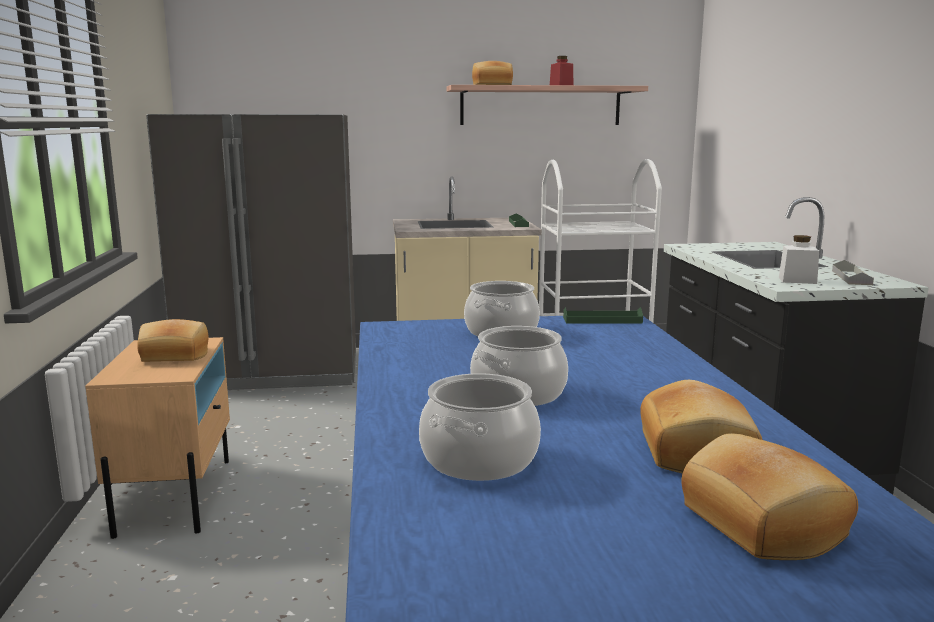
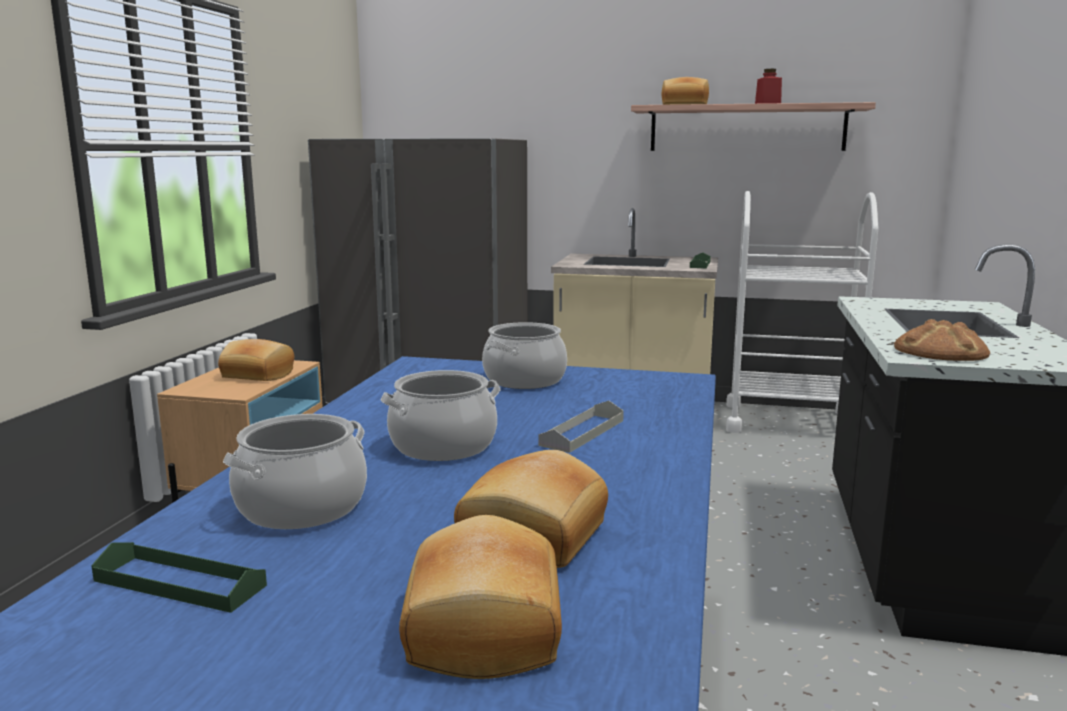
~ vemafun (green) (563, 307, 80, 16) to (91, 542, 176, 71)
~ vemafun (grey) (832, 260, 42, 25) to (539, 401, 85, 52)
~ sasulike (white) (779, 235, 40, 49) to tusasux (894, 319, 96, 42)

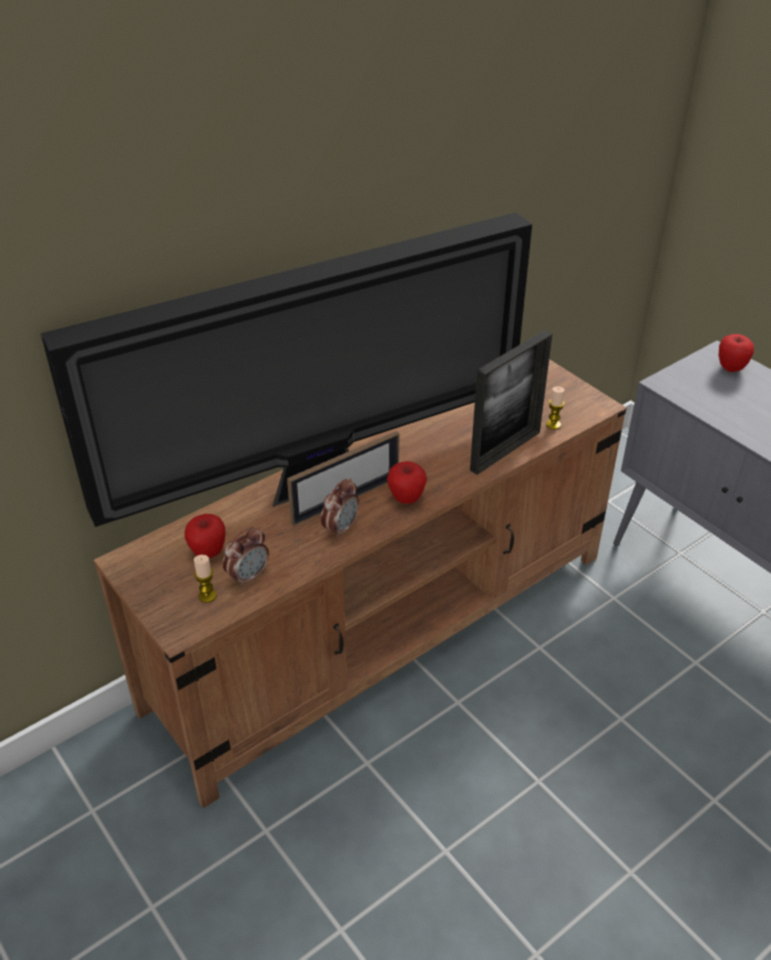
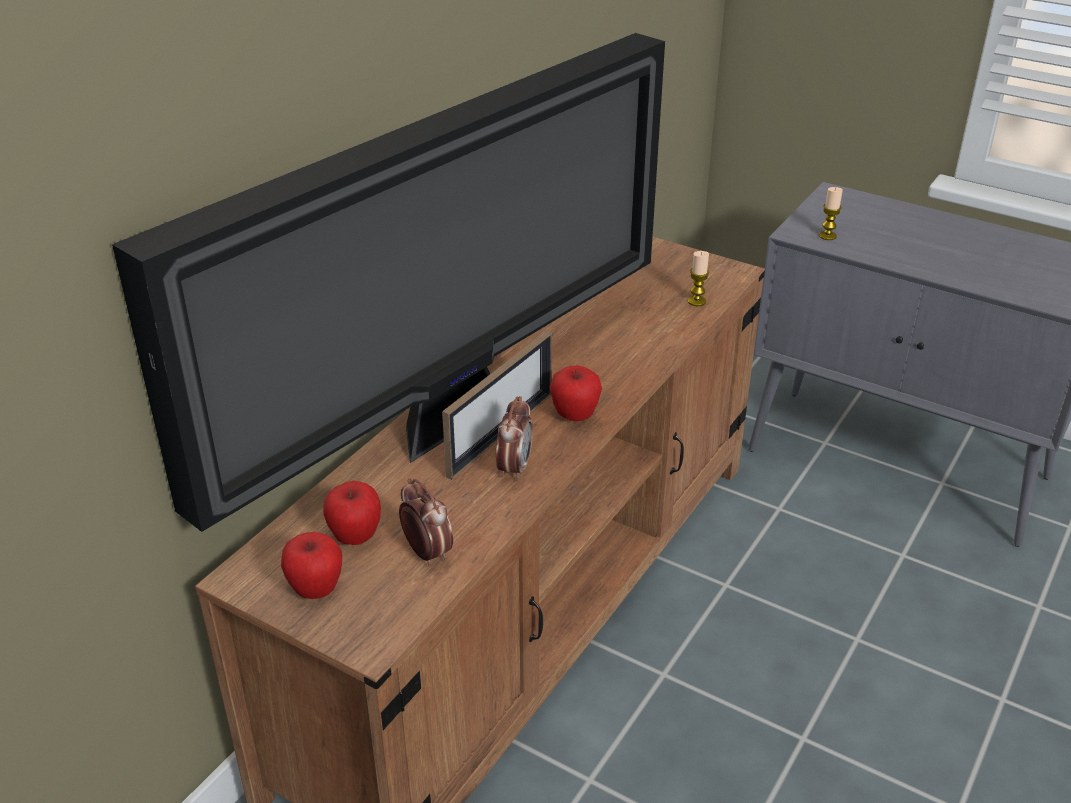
- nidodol (470, 330, 82, 145)
~ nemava (194, 555, 23, 48) to (819, 187, 24, 53)
~ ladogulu (719, 334, 35, 38) to (281, 532, 61, 67)
~ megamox (223, 527, 46, 61) = (399, 479, 54, 87) 60 degrees counterclockwise

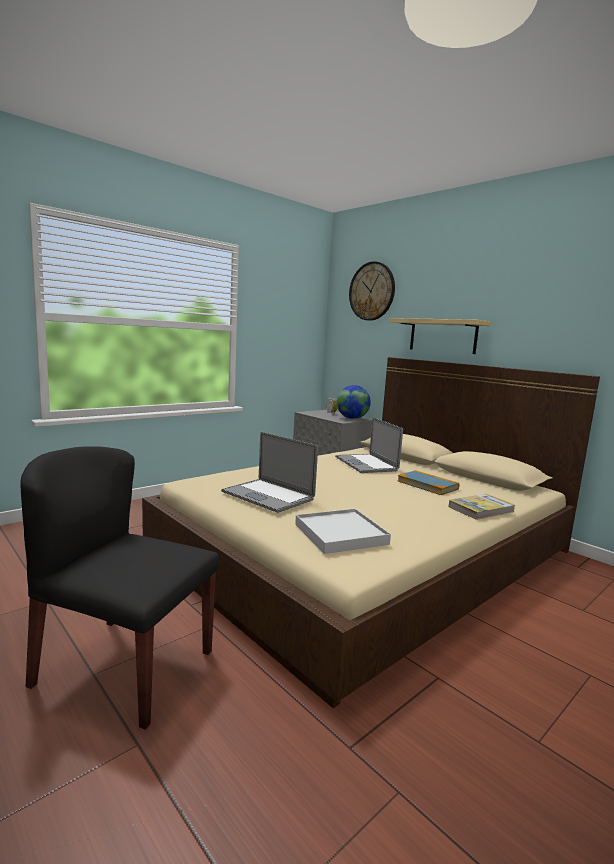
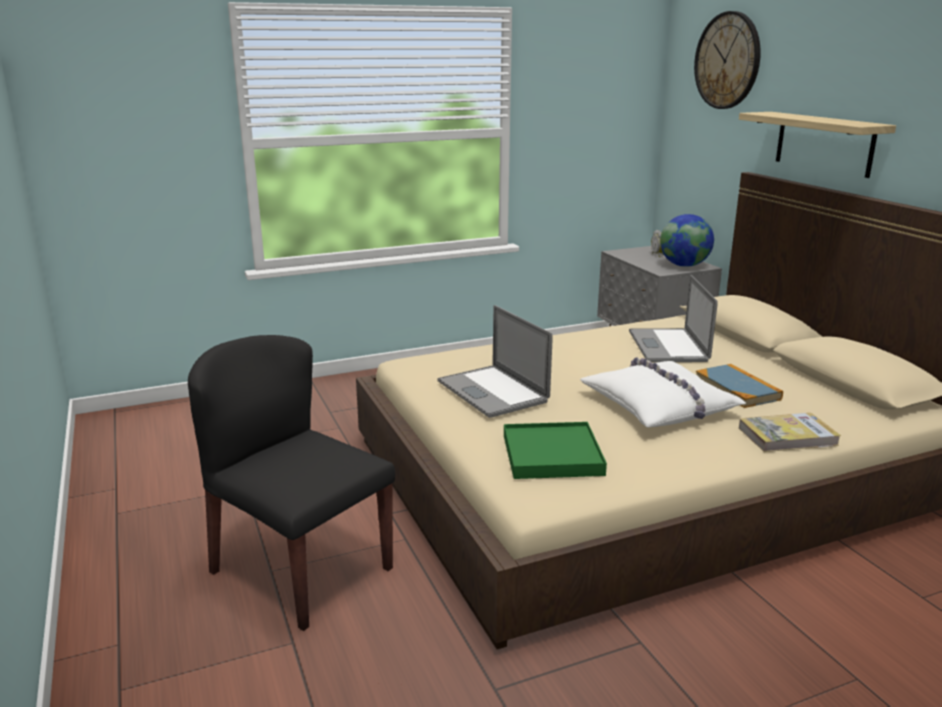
+ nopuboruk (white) (580, 357, 167, 70)
~ vemafun (white) (295, 509, 96, 45) to vemafun (green) (504, 422, 103, 57)

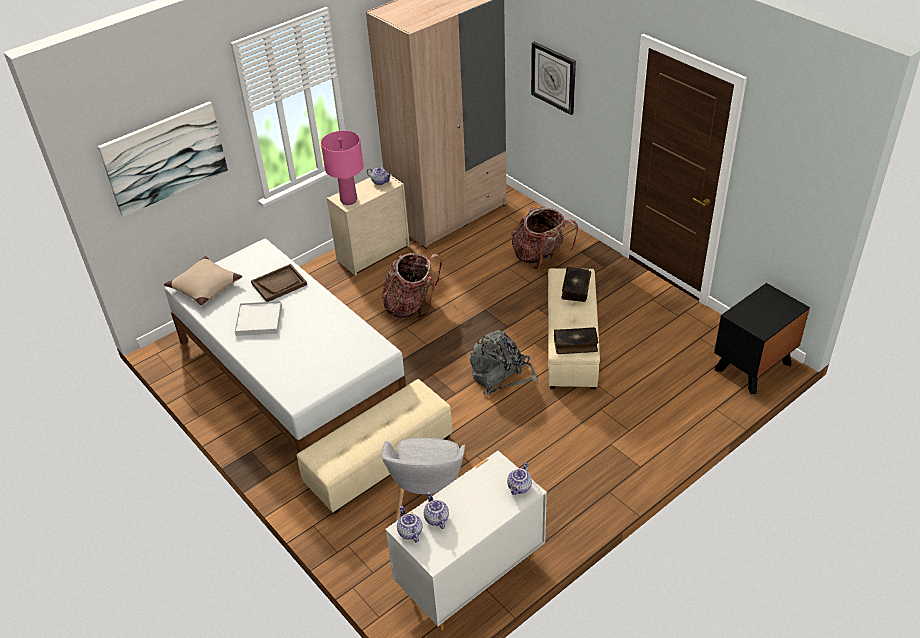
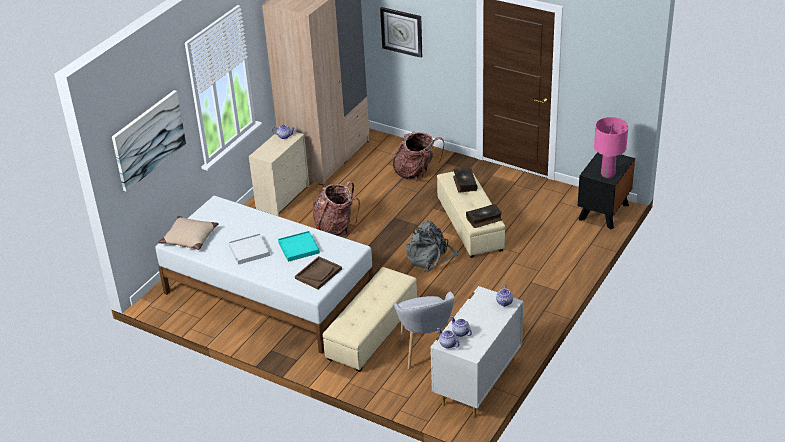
+ vemafun (turquoise) (278, 231, 42, 31)
~ vemafun (brown) (251, 264, 56, 38) to (295, 256, 47, 33)
~ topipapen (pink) (321, 131, 42, 74) to (594, 117, 34, 61)

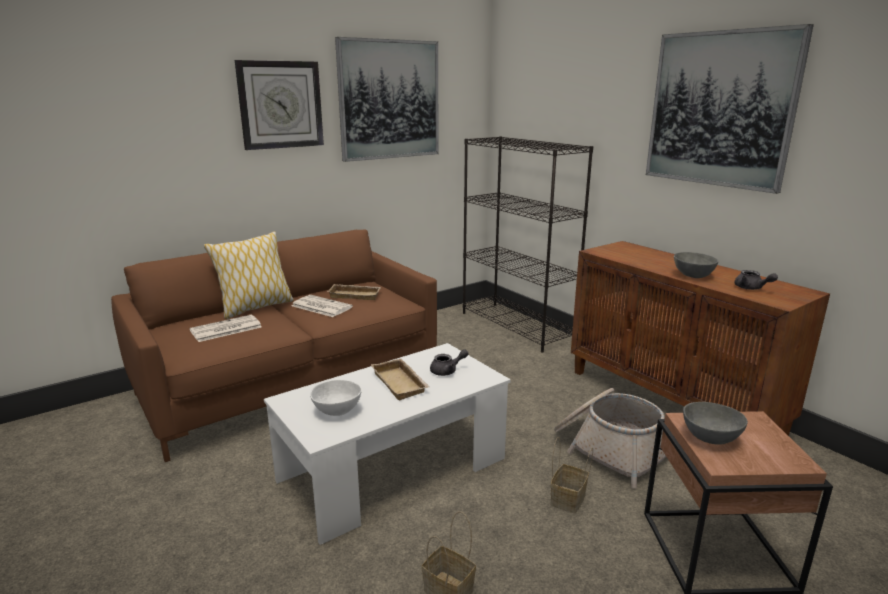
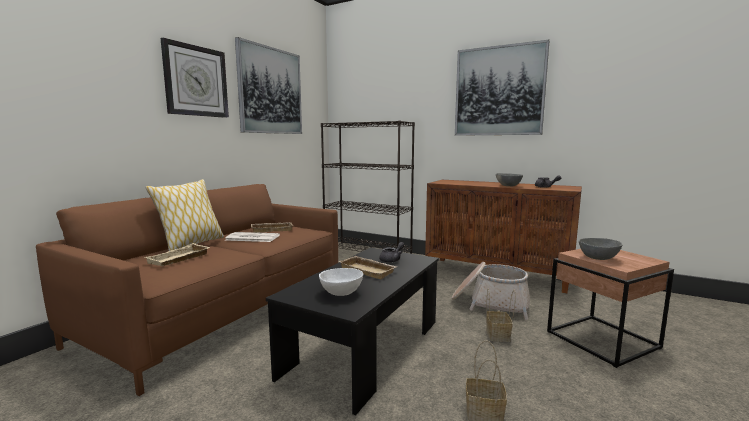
~ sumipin (189, 315, 73, 27) to vemafun (beige) (145, 243, 65, 23)
~ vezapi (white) (264, 343, 246, 202) to vezapi (black) (266, 248, 173, 168)

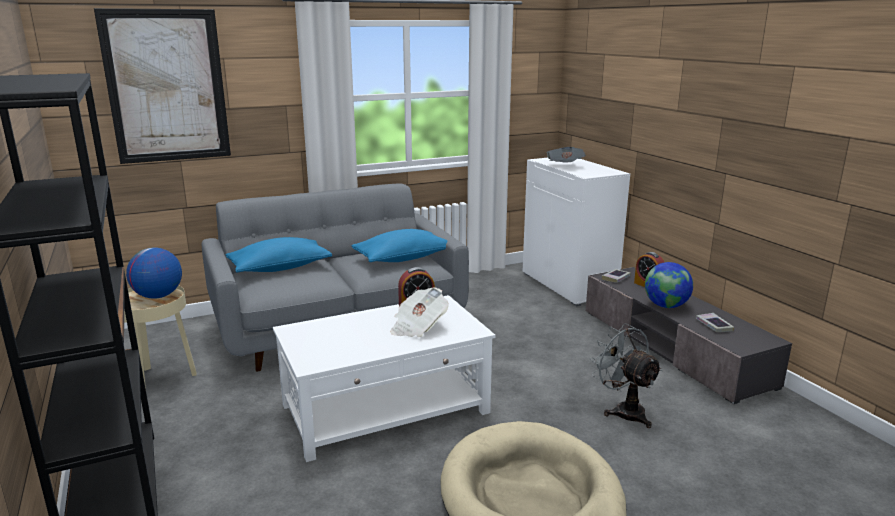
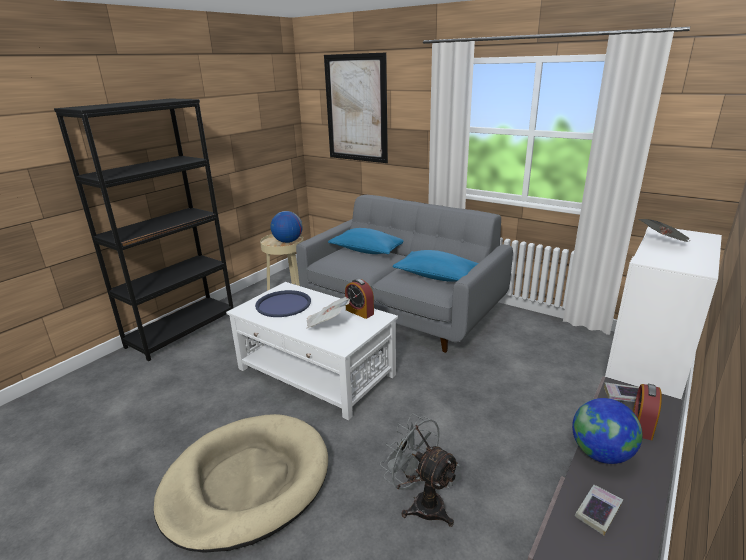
+ vemafun (blue) (255, 290, 56, 27)
~ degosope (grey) (590, 323, 73, 105) = (380, 413, 80, 114) 75 degrees counterclockwise

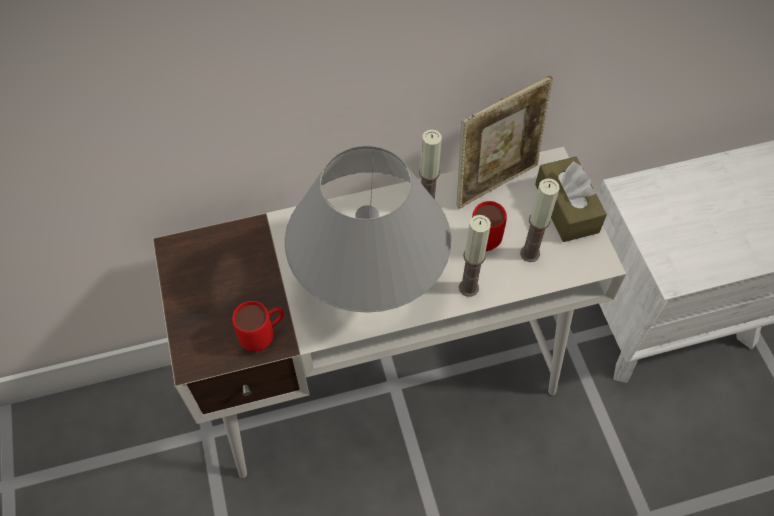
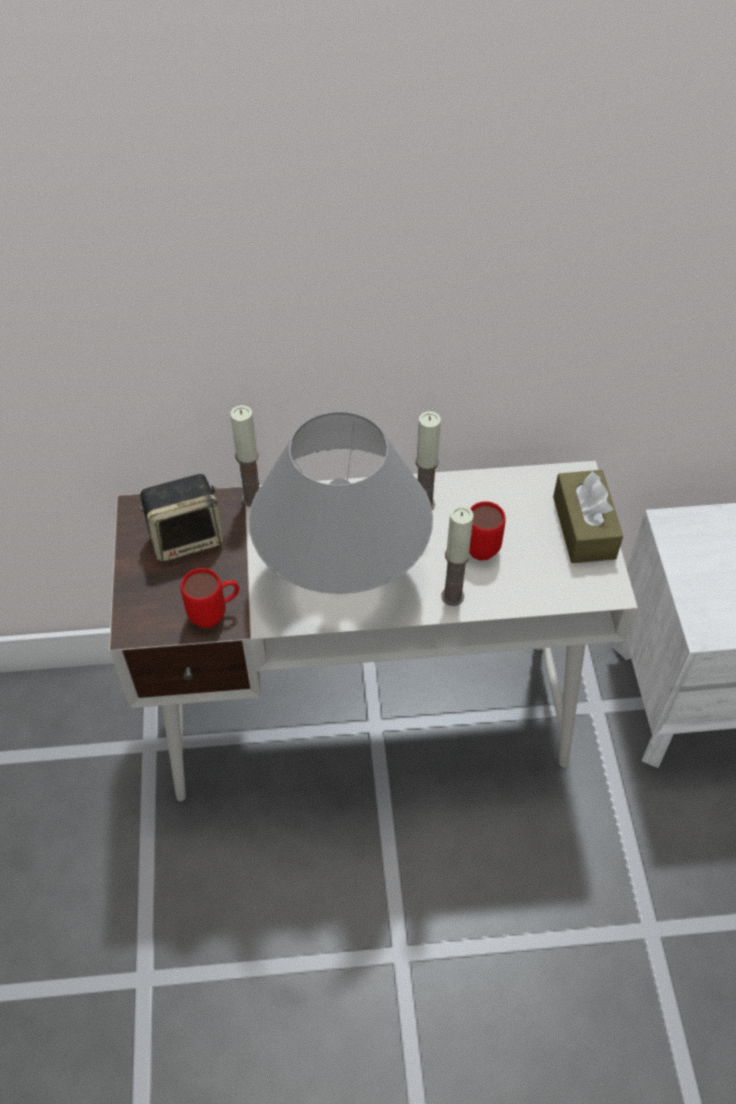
- nidodol (457, 76, 96, 133)
+ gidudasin (139, 474, 85, 88)
~ nemava (520, 178, 40, 84) to (230, 405, 30, 102)

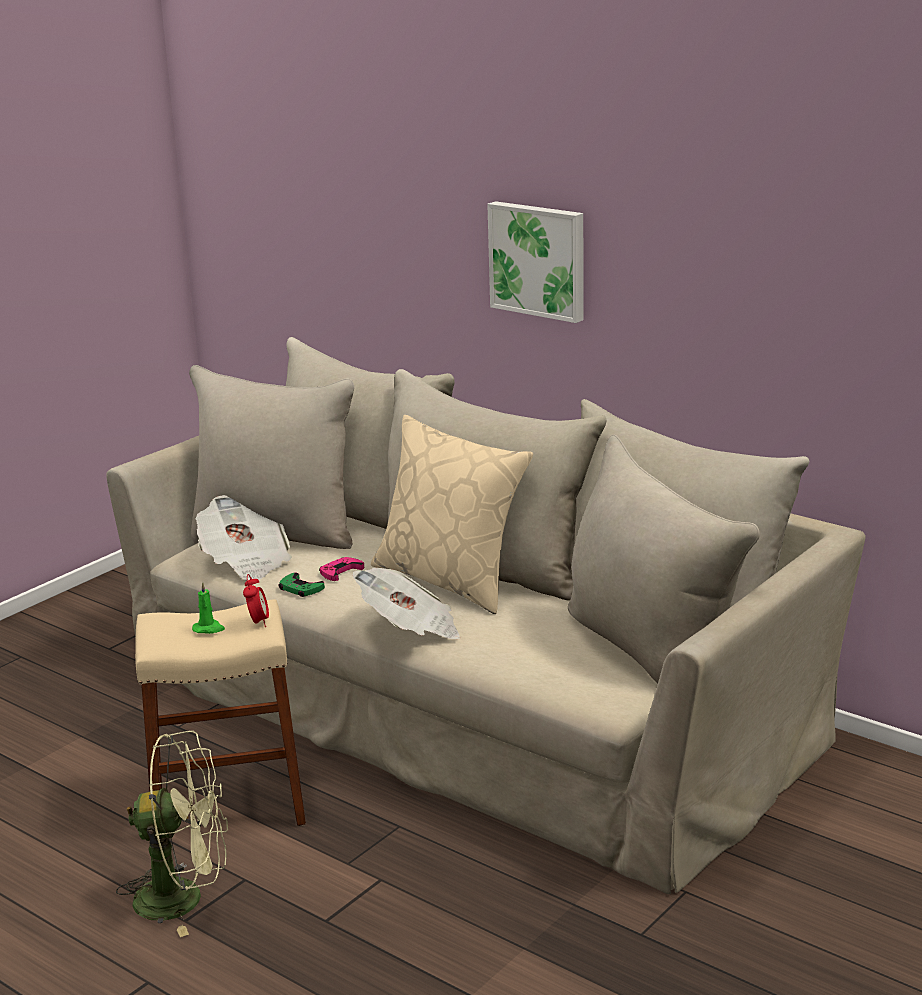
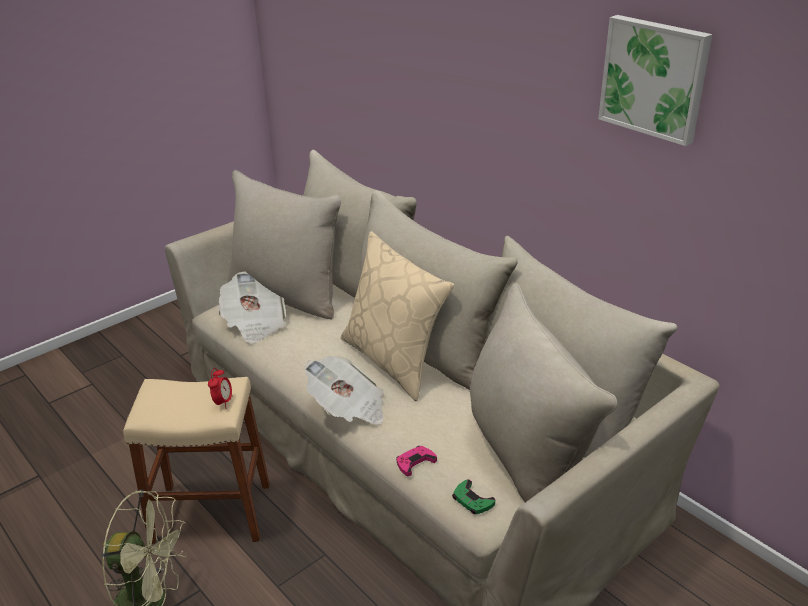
- nemava (green) (192, 582, 33, 52)
~ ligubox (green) (278, 572, 47, 25) to (452, 479, 43, 35)
~ ligubox (pink) (319, 557, 45, 24) to (396, 446, 41, 30)
~ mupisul (487, 201, 97, 122) to (598, 15, 114, 131)

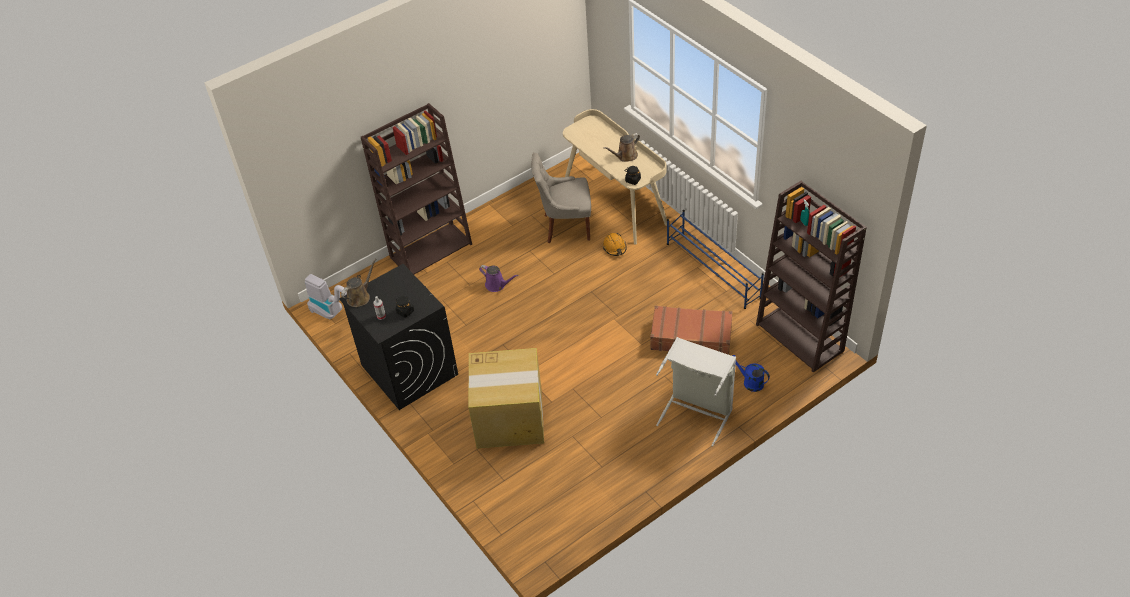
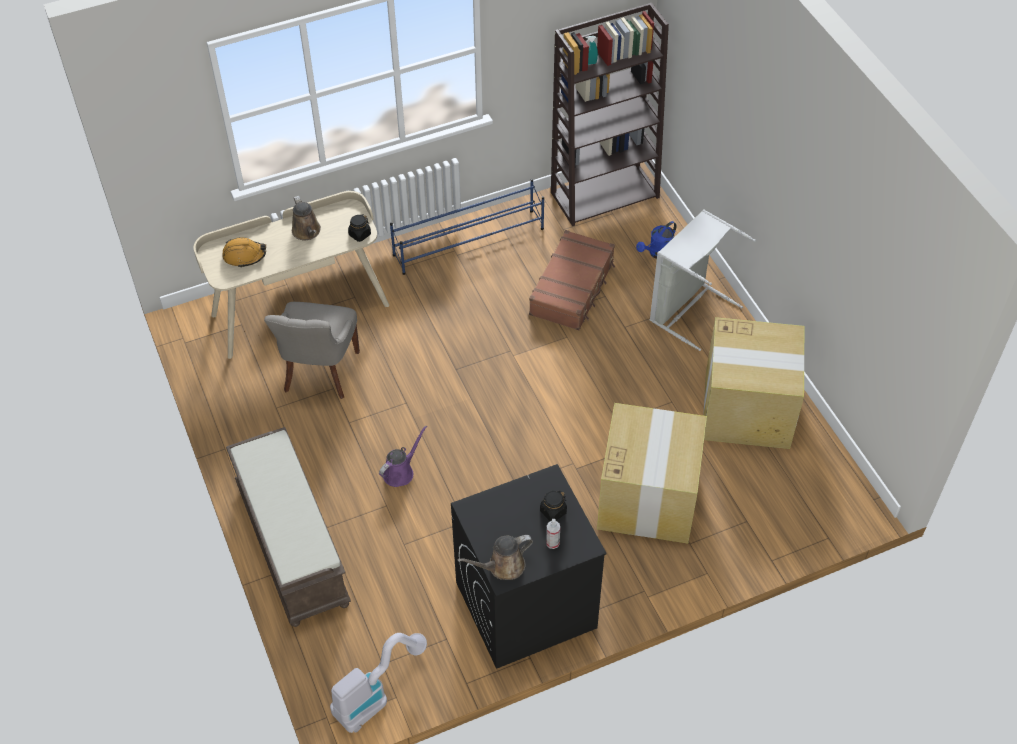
+ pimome (703, 317, 101, 132)
~ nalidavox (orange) (603, 233, 24, 23) to (222, 237, 44, 31)
~ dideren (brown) (361, 103, 111, 171) to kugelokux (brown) (226, 427, 125, 200)
~ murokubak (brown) (341, 258, 35, 49) = (457, 535, 76, 45) 75 degrees counterclockwise

